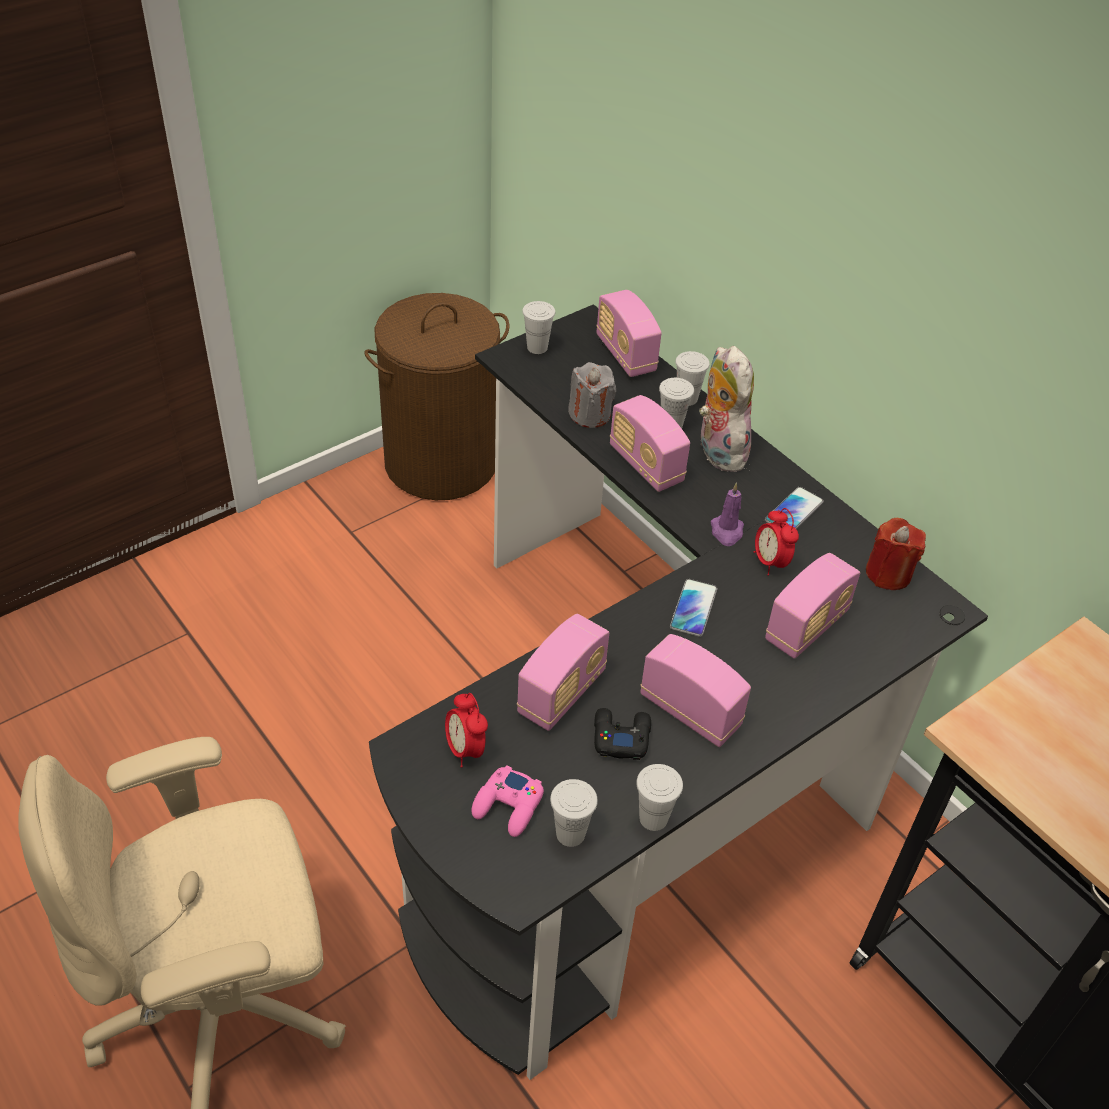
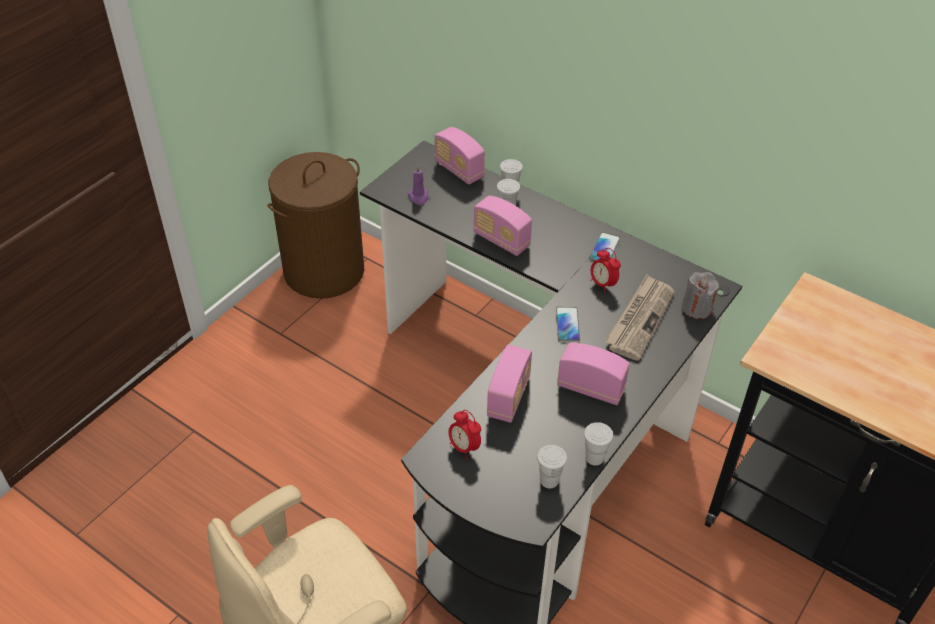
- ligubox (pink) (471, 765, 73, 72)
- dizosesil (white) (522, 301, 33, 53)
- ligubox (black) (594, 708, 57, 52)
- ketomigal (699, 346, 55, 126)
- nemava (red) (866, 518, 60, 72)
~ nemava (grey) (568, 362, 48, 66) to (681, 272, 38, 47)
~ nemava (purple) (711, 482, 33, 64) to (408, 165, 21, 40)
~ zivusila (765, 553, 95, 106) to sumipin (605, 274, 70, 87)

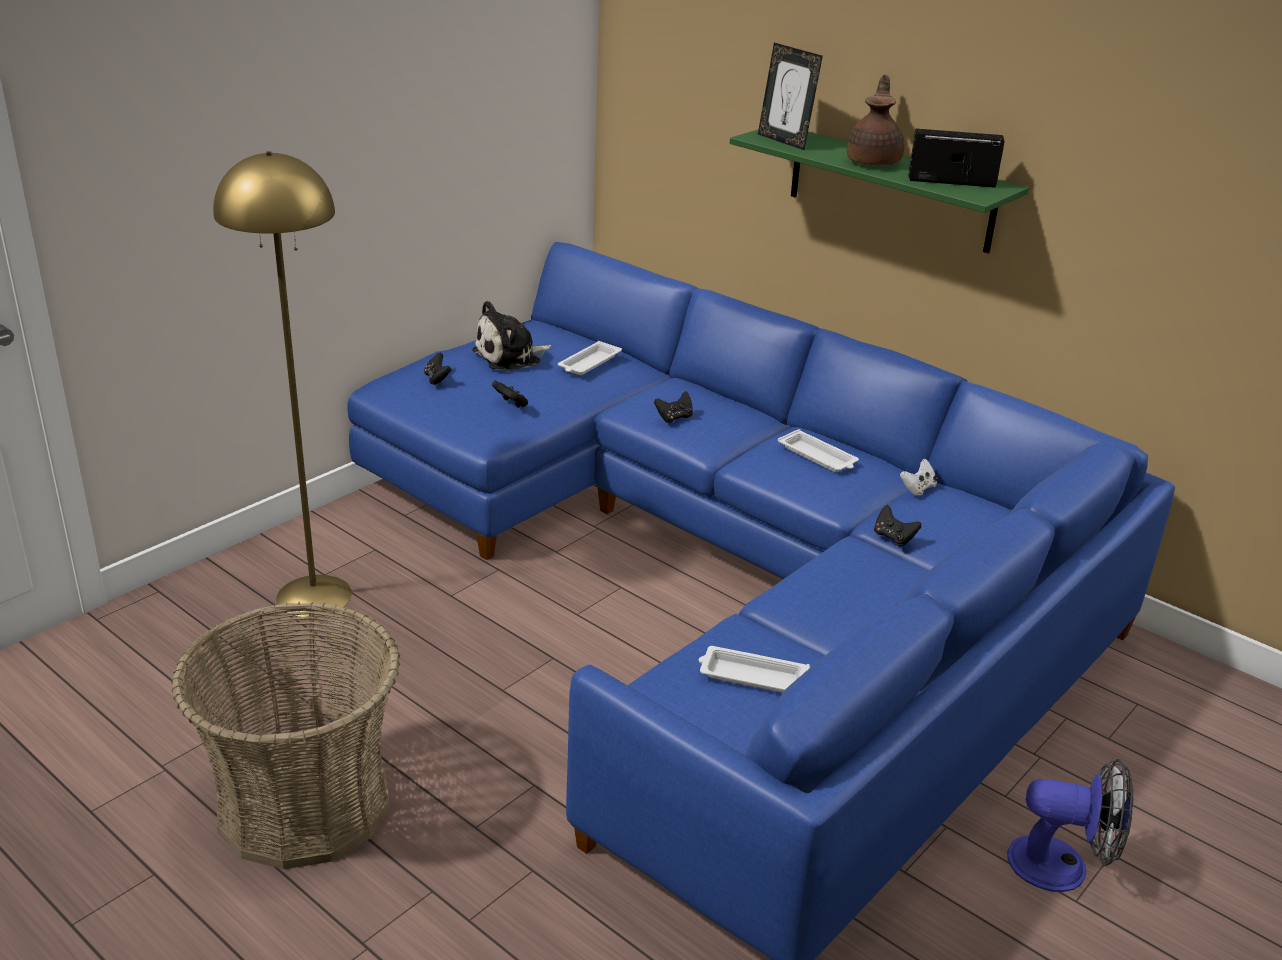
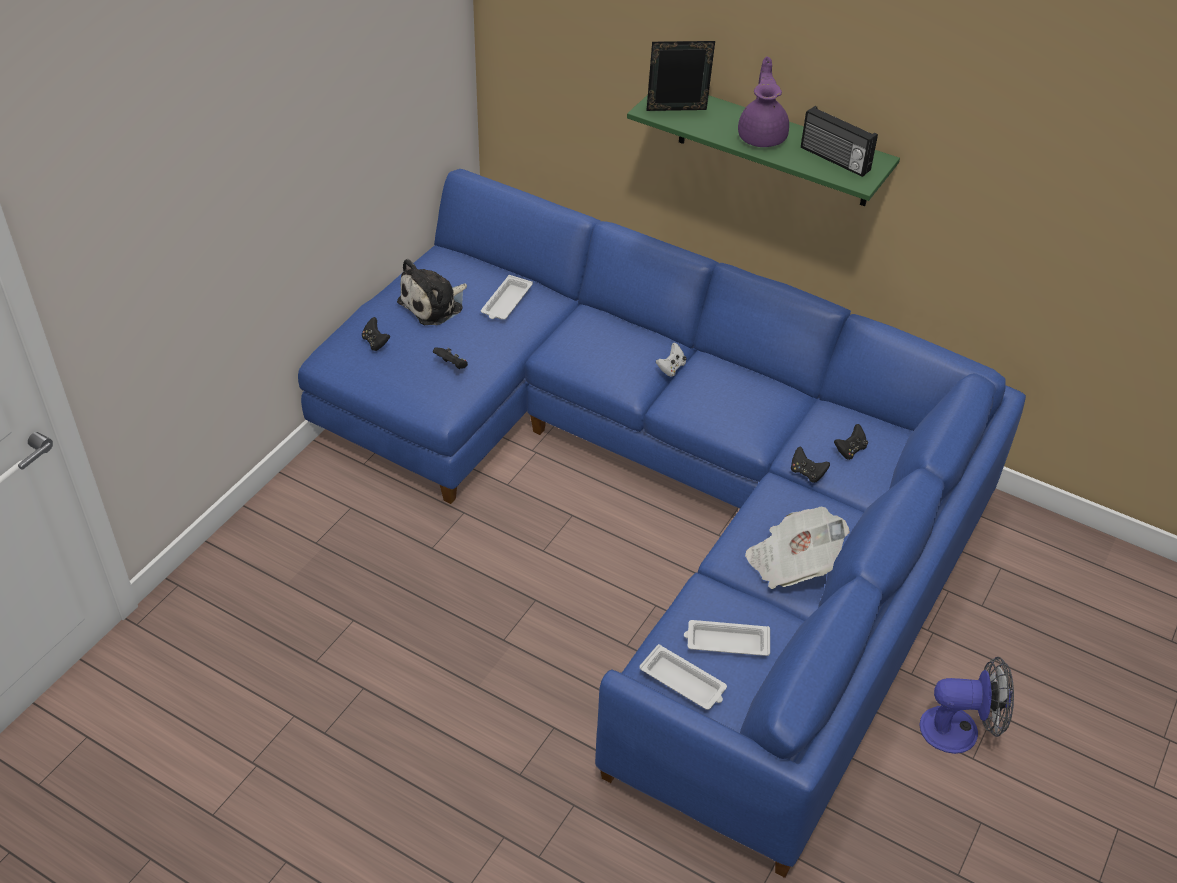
- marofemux (172, 602, 228, 267)
- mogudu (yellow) (213, 151, 139, 466)
+ sumipin (745, 507, 105, 82)
~ ligubox (black) (654, 391, 39, 32) to (834, 424, 34, 36)
~ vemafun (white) (778, 429, 81, 43) to (640, 644, 87, 66)
~ ligubox (white) (900, 459, 38, 37) to (656, 342, 31, 35)
~ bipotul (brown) (847, 75, 57, 91) to bipotul (purple) (738, 56, 51, 91)
~ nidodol (758, 43, 65, 107) = (646, 41, 69, 70) 135 degrees clockwise
~ zivusila (908, 129, 97, 59) = (801, 106, 77, 71) 135 degrees counterclockwise

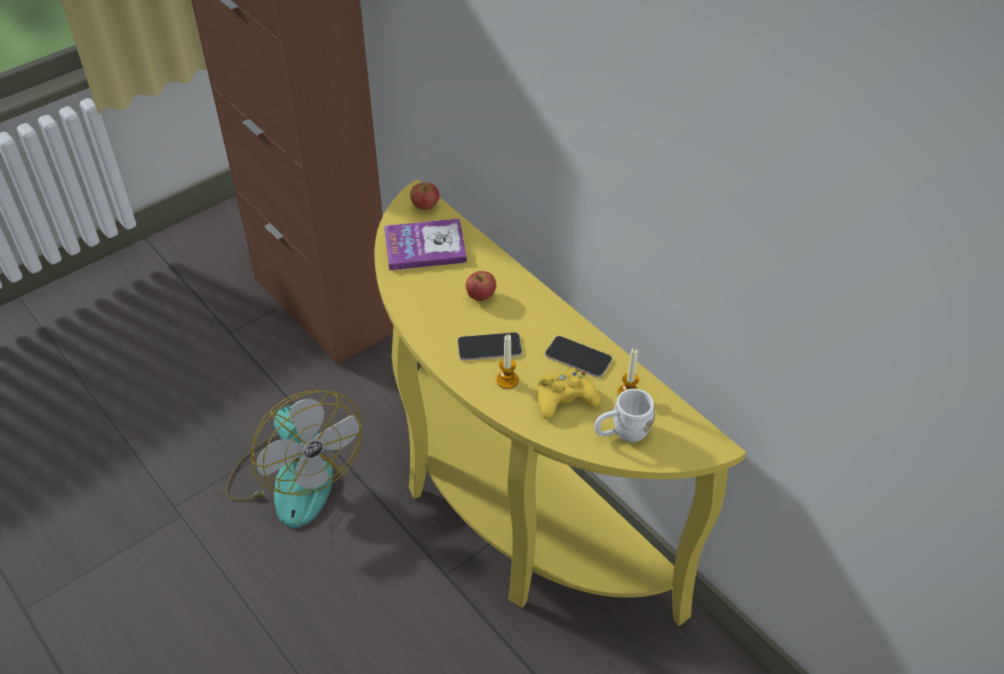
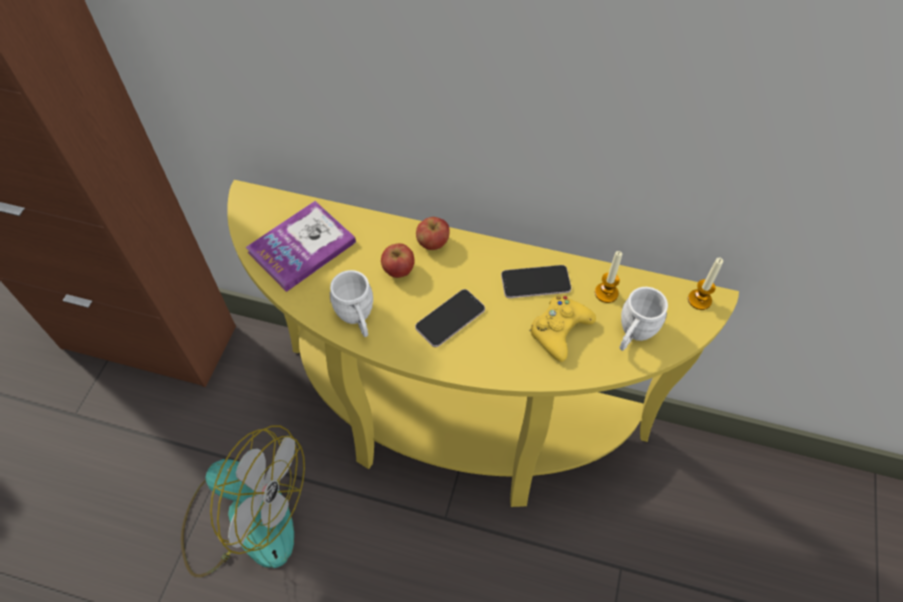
+ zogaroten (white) (329, 270, 44, 67)
~ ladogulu (410, 183, 30, 27) to (416, 217, 33, 33)
~ nemava (496, 334, 23, 55) to (688, 257, 35, 53)

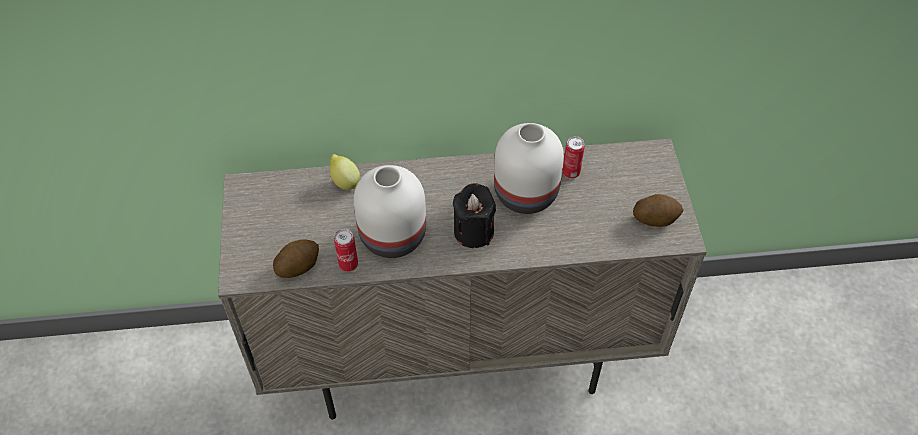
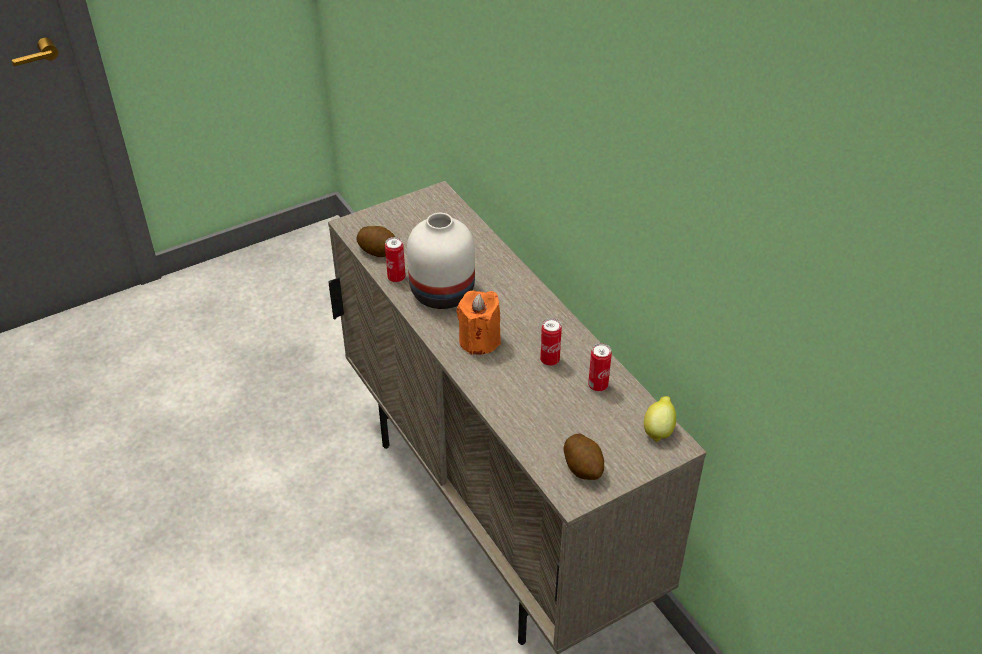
~ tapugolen (329, 154, 31, 36) to (644, 396, 32, 46)
~ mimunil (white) (494, 123, 70, 91) to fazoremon (540, 318, 22, 48)
~ nemava (black) (453, 183, 43, 65) to nemava (orange) (456, 290, 45, 65)

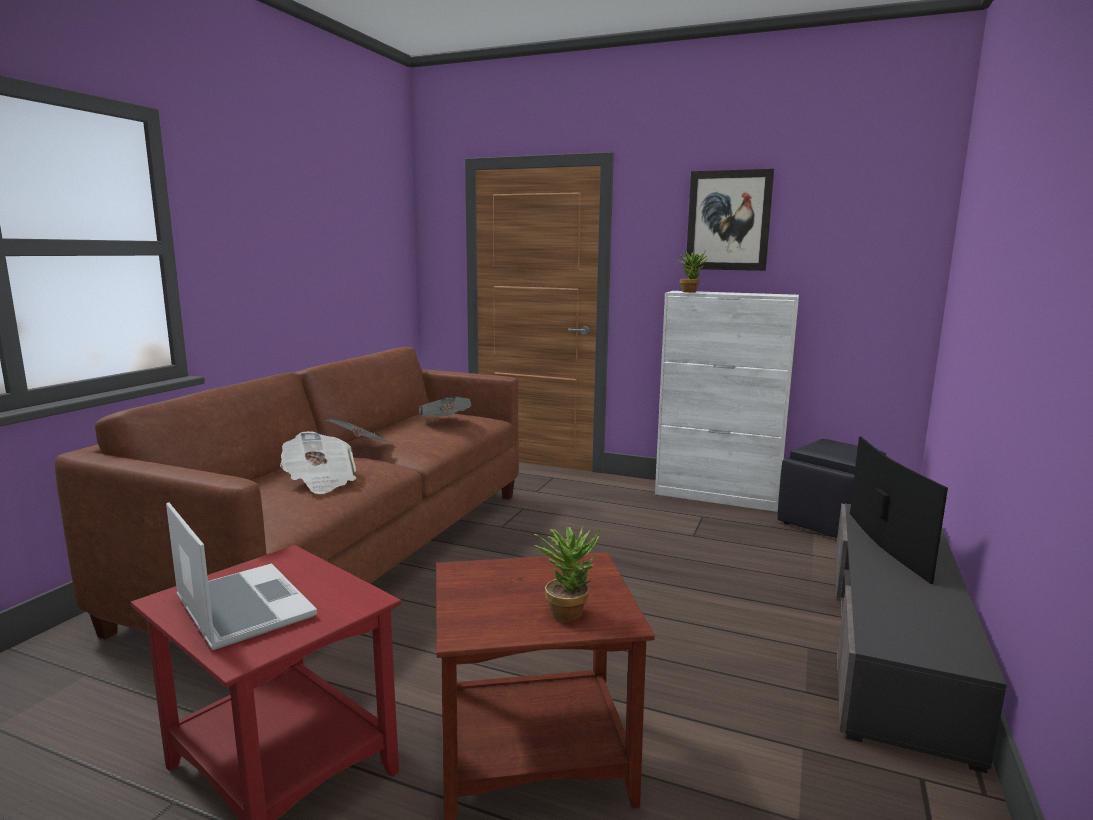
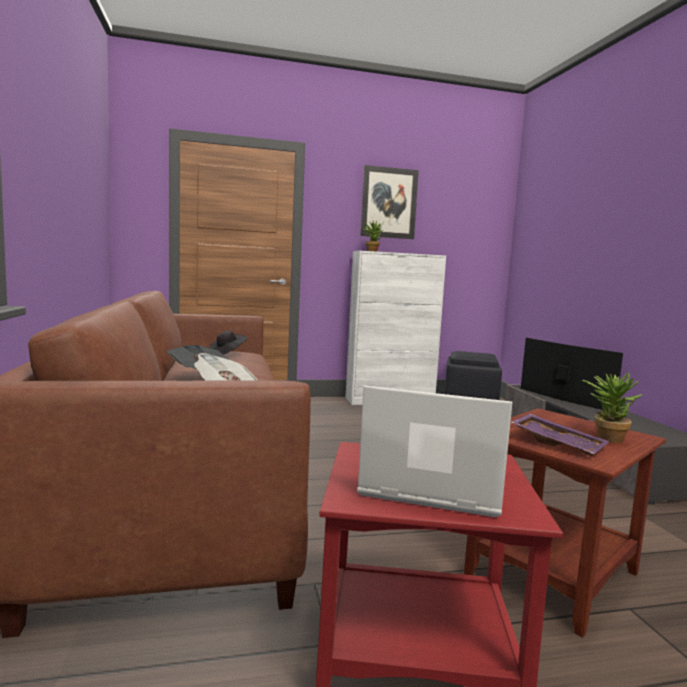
+ vemafun (purple) (511, 413, 98, 43)
~ sumipin (419, 397, 53, 20) to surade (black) (208, 331, 39, 24)

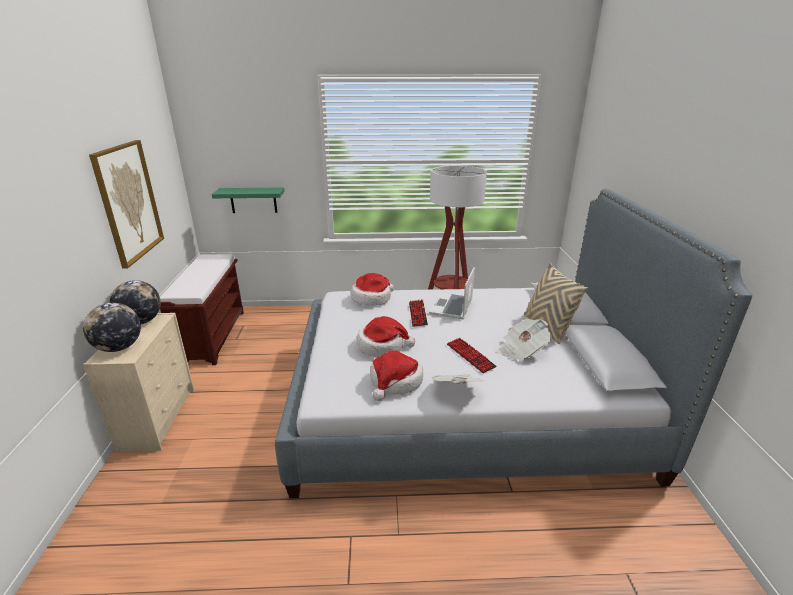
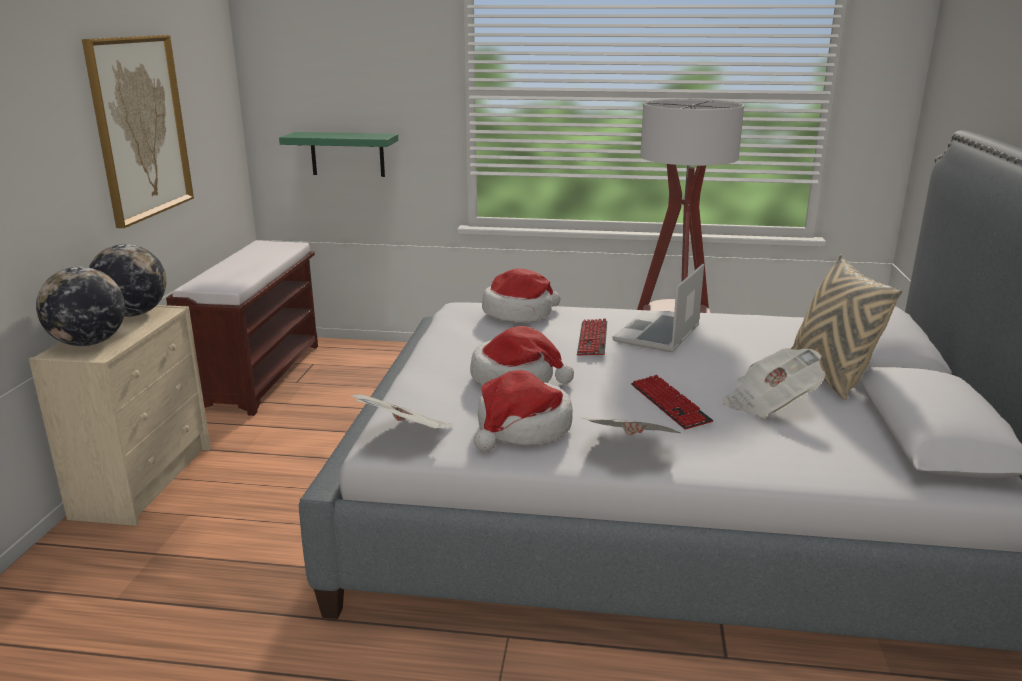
+ sumipin (351, 394, 102, 35)

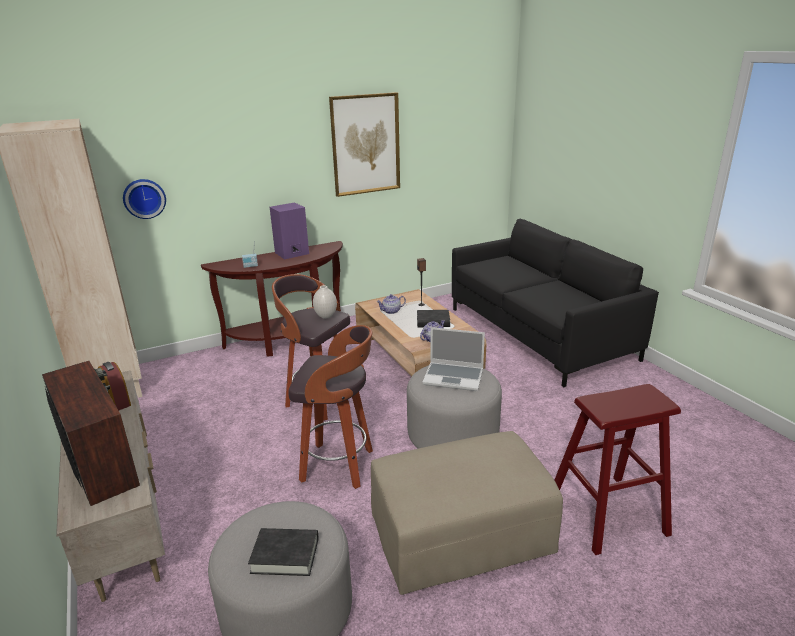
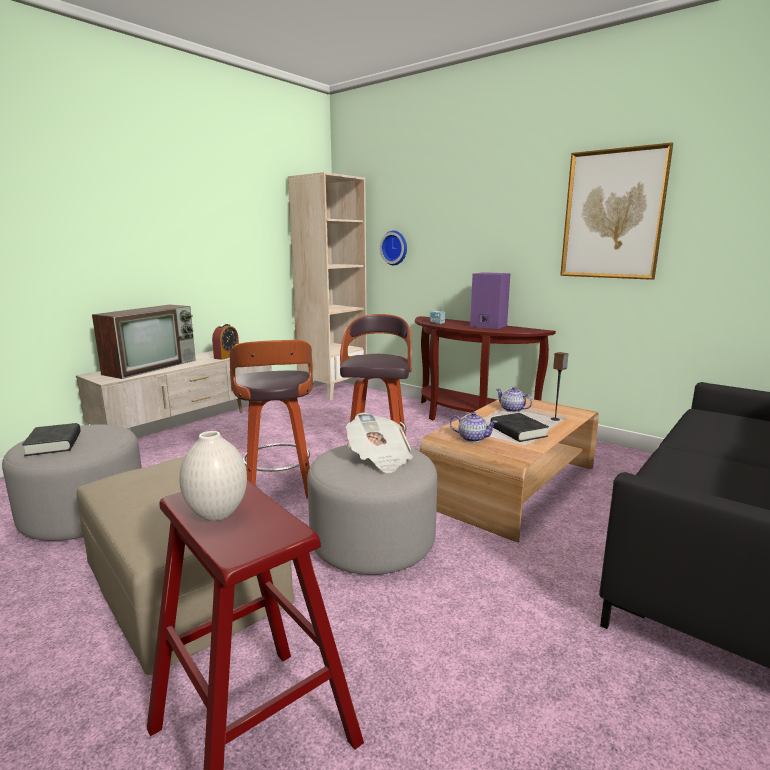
~ mimunil (white) (313, 285, 24, 34) to (179, 431, 68, 90)
~ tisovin (422, 327, 63, 64) to sumipin (346, 413, 67, 60)

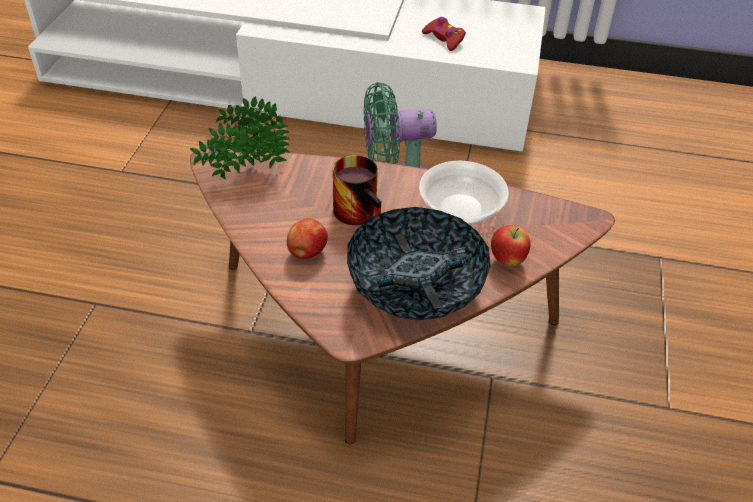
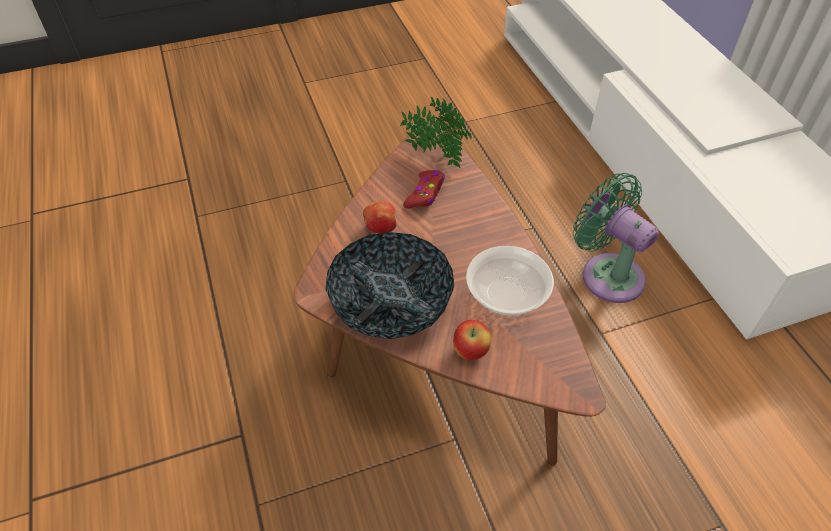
- zogaroten (333, 155, 48, 70)
~ ligubox (red) (422, 17, 44, 34) to (403, 170, 42, 38)

